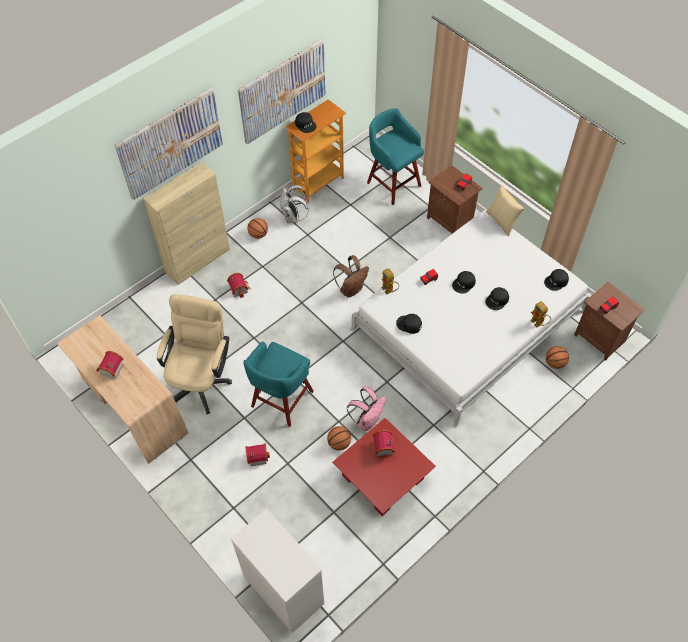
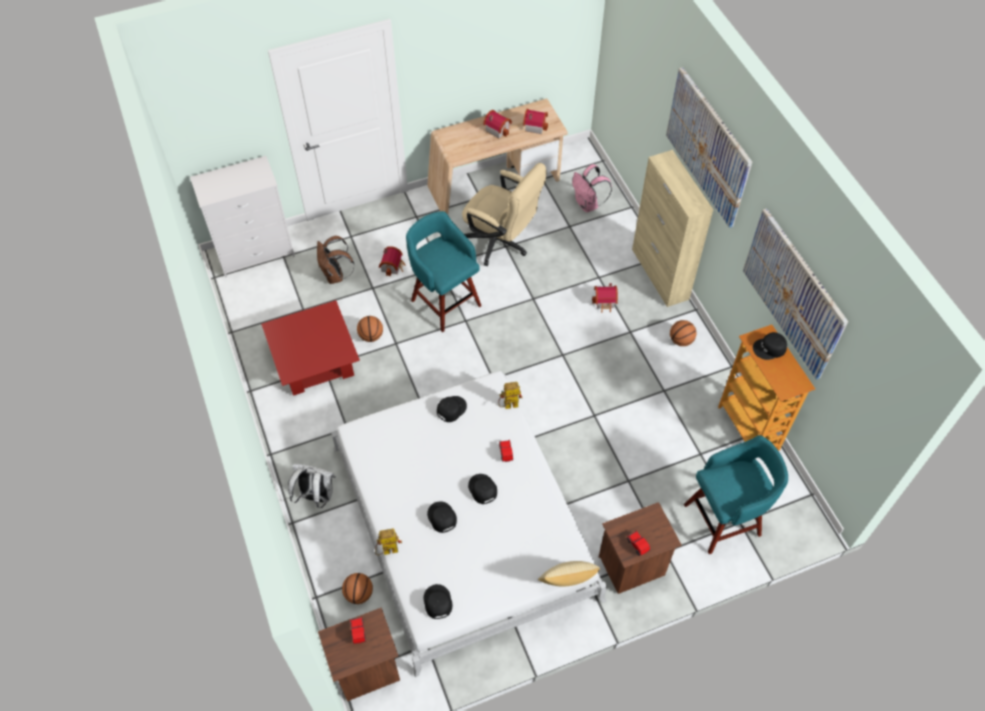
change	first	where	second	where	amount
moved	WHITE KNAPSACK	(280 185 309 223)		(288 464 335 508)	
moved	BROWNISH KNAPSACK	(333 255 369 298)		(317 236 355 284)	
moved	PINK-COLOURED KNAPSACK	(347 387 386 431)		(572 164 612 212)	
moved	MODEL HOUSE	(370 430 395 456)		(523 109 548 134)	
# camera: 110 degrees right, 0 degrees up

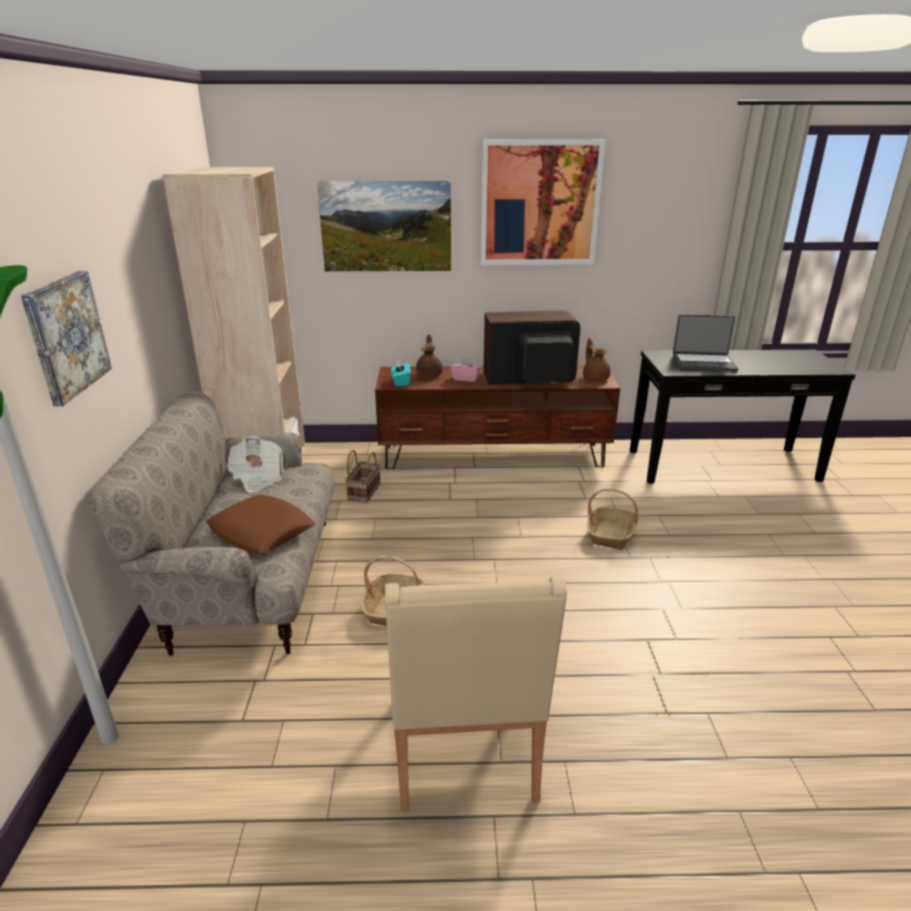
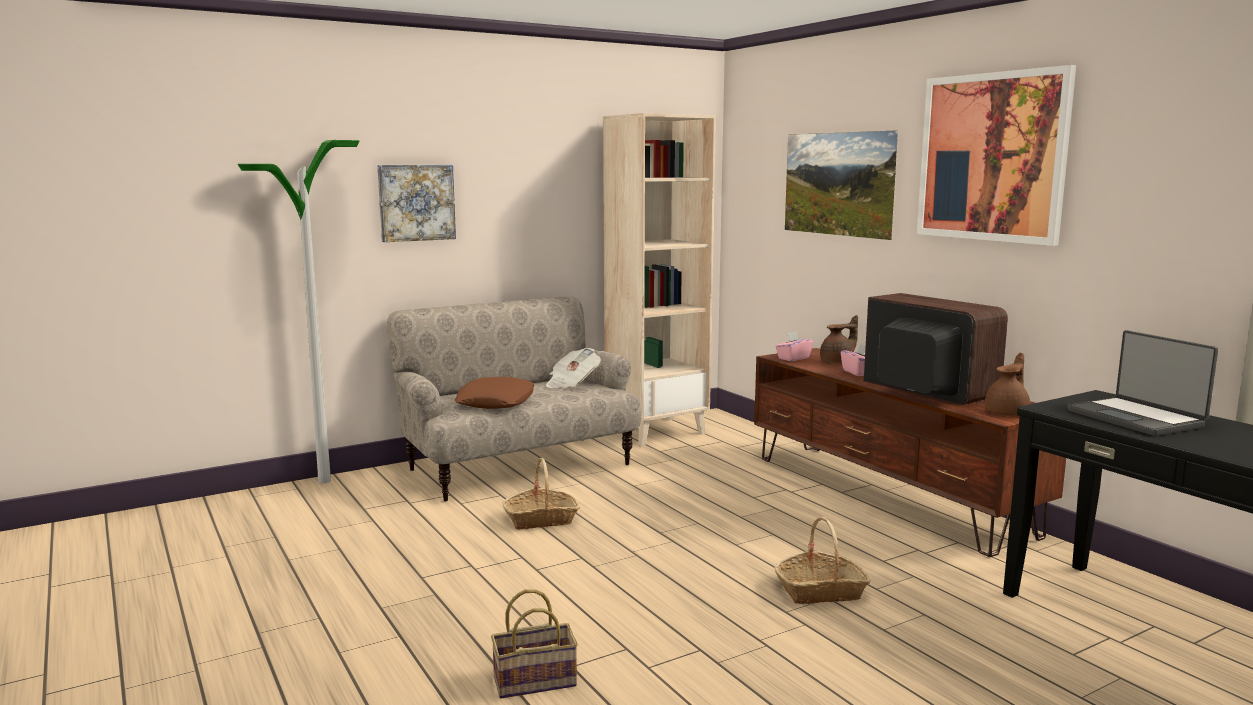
change	first	where	second	where	amount
removed	BEIGE EASY CHAIR	(385 576 567 811)			
moved	BASKET	(345 450 380 503)		(491 589 578 699)	
recoloured	TURQUOISE BOX OF TISSUES	(391 360 411 386)	PINK-COLOURED BOX OF TISSUES	(775 331 813 361)	
# camera: 60 degrees right, 15 degrees down

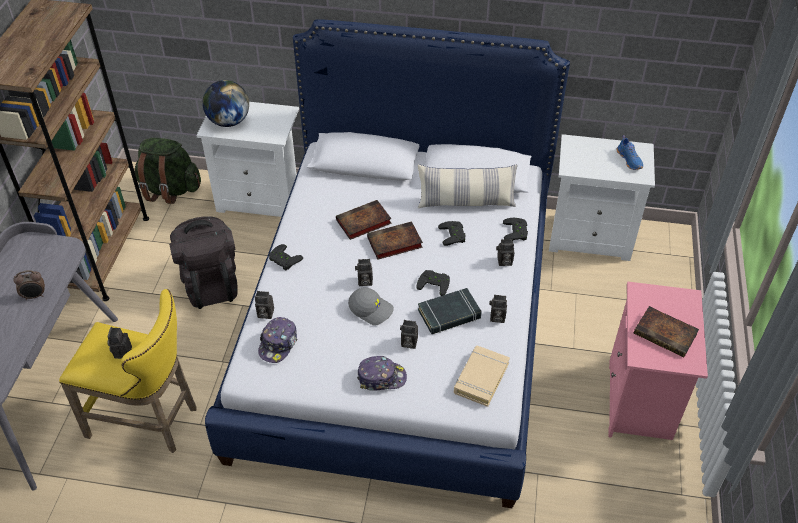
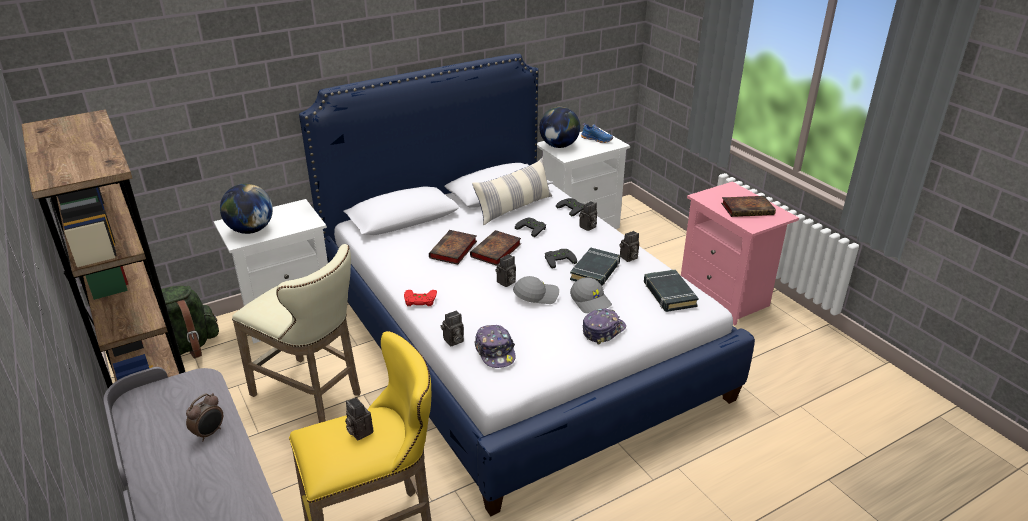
change	first	where	second	where	amount
added			DESK GLOBE	(539 107 580 148)	
replaced	BLACK KNAPSACK	(169 216 238 309)	BEIGE STOOL	(232 244 361 423)	
replaced	PHOTO CAMERA	(400 320 418 349)	GREYISH CAP	(570 277 612 313)	
recoloured	BLACK GAMEPAD	(269 244 303 271)	RED-COLOURED GAMEPAD	(404 290 437 306)	
recoloured	BEIGE BOOK	(454 346 510 407)	BLACK BOOK	(644 269 699 312)	
# camera: 40 degrees left, 15 degrees down

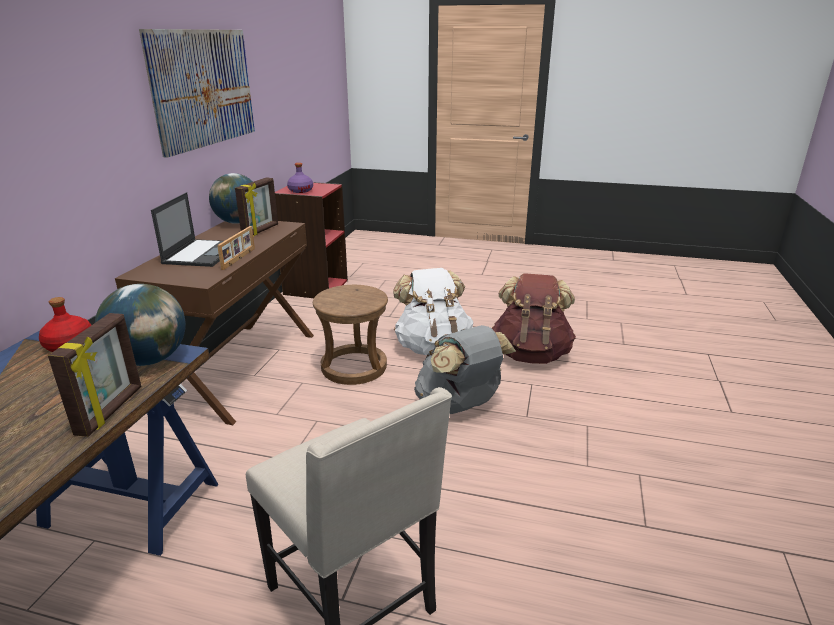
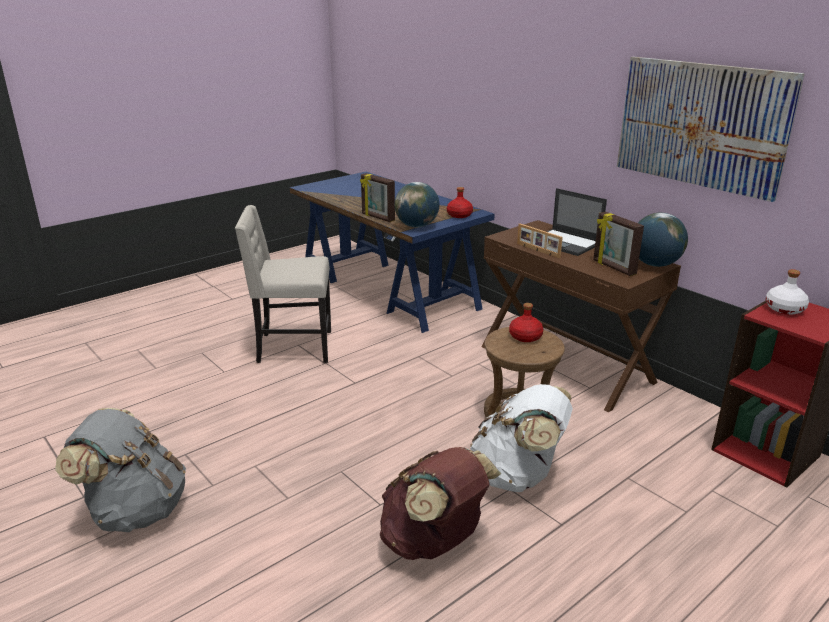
change	first	where	second	where	amount
added			RED-COLOURED BOTTLE	(509 303 543 342)	
moved	GREYISH KNAPSACK	(414 325 516 414)		(55 408 186 532)	
recoloured	PURPLE BOTTLE	(287 163 313 193)	WHITE BOTTLE	(766 269 809 315)	
# camera: 125 degrees right, 0 degrees up

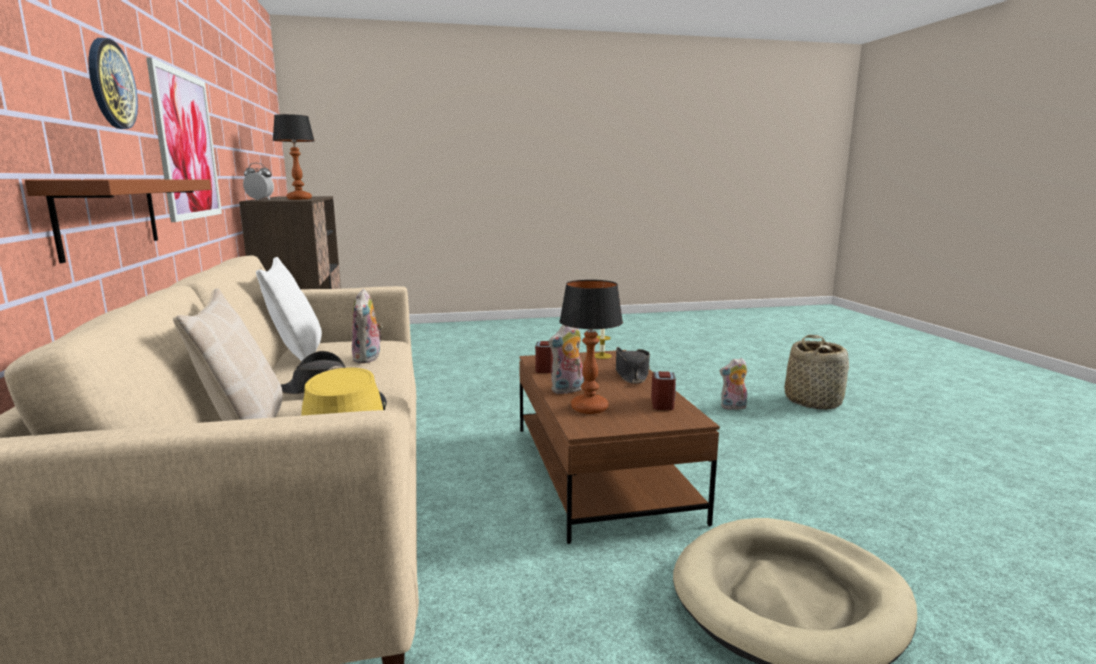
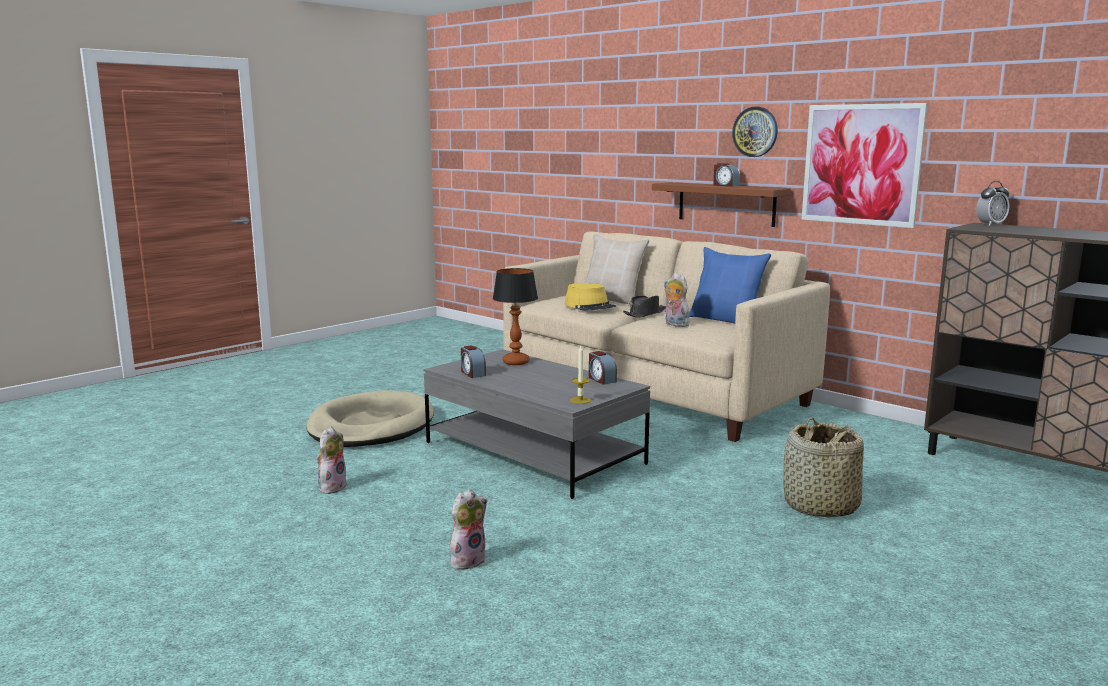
change	first	where	second	where	amount
removed	TABLE LAMP	(273 114 314 200)			
removed	BLACK WEARABLE HAT	(616 347 650 384)			
added			BEDSIDE CLOCK	(713 163 740 187)	
moved	CUDDLY TOY	(548 325 584 394)		(317 427 348 494)	
moved	BASKET	(785 335 849 410)		(783 417 864 518)	
recoloured	WHITE CUSHION	(256 257 322 361)	BLUISH CUSHION	(689 247 771 324)	
recoloured	BROWNISH LOW TABLE	(519 350 720 544)	GREYISH LOW TABLE	(423 349 650 499)	
# camera: 145 degrees right, 0 degrees up

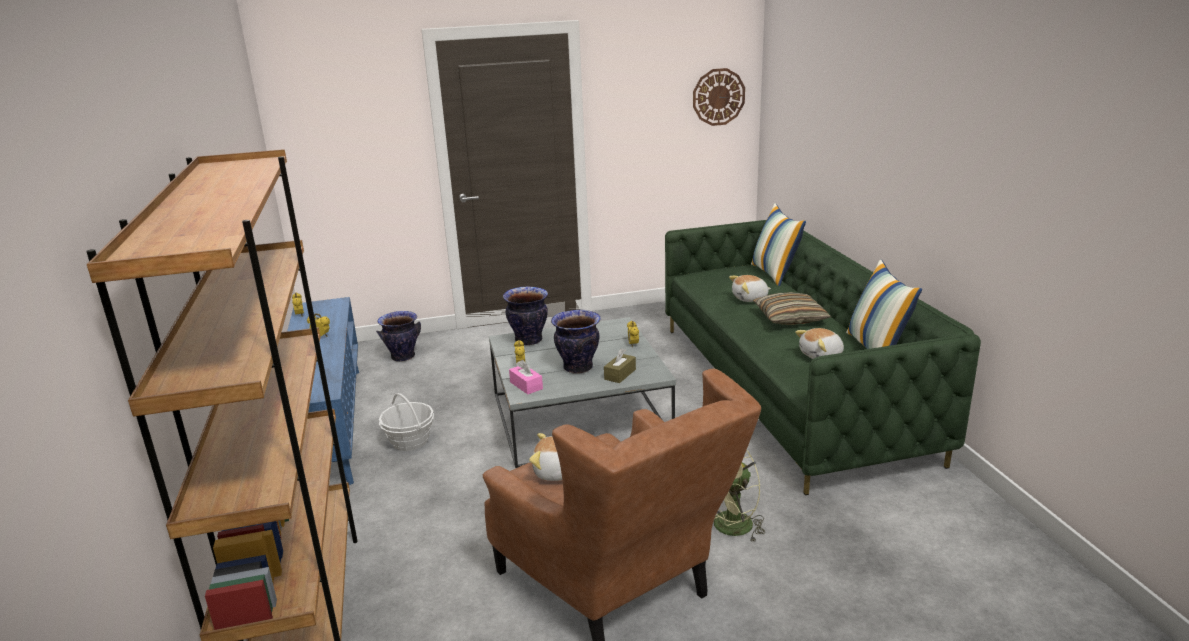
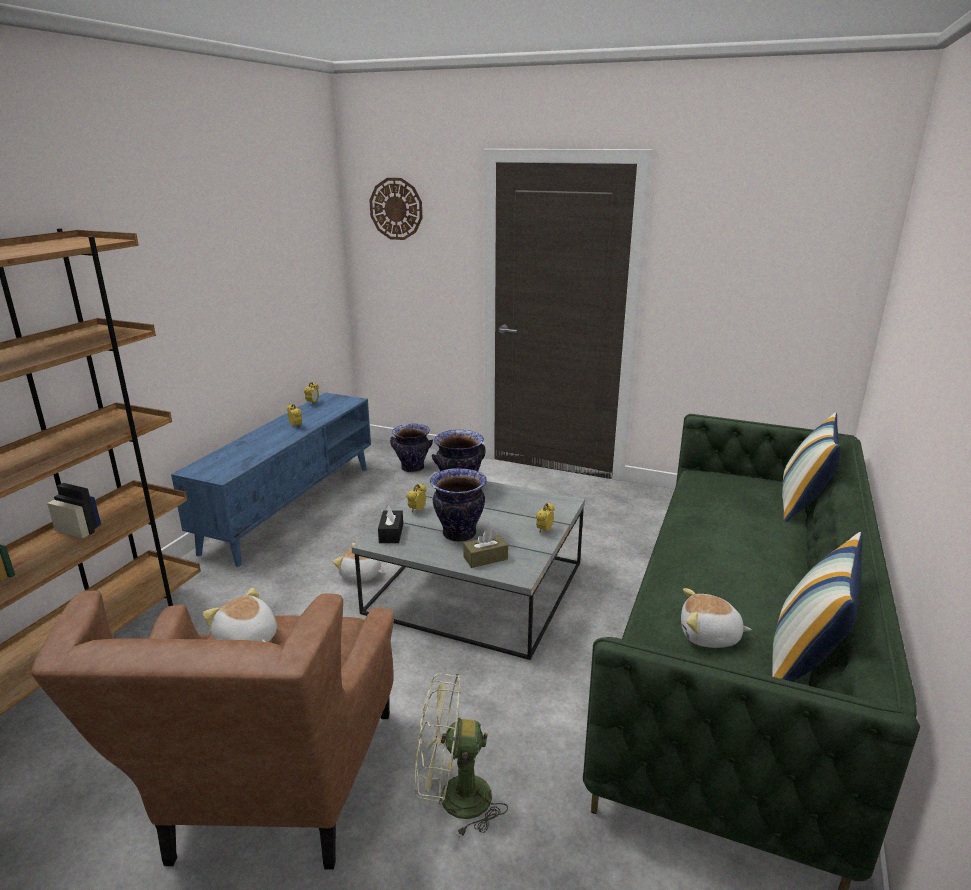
change	first	where	second	where	amount
removed	BASKET	(379 393 434 451)			
removed	CUSHION	(753 292 831 325)			
moved	CLOCK ON THE WALL	(693 68 745 126)		(369 178 423 240)	
moved	CUDDLY TOY	(729 275 771 302)		(333 543 383 582)	
recoloured	PINK-COLOURED BOX OF TISSUES	(509 360 543 394)	BLACK BOX OF TISSUES	(378 505 403 543)	
# camera: 35 degrees right, 0 degrees up

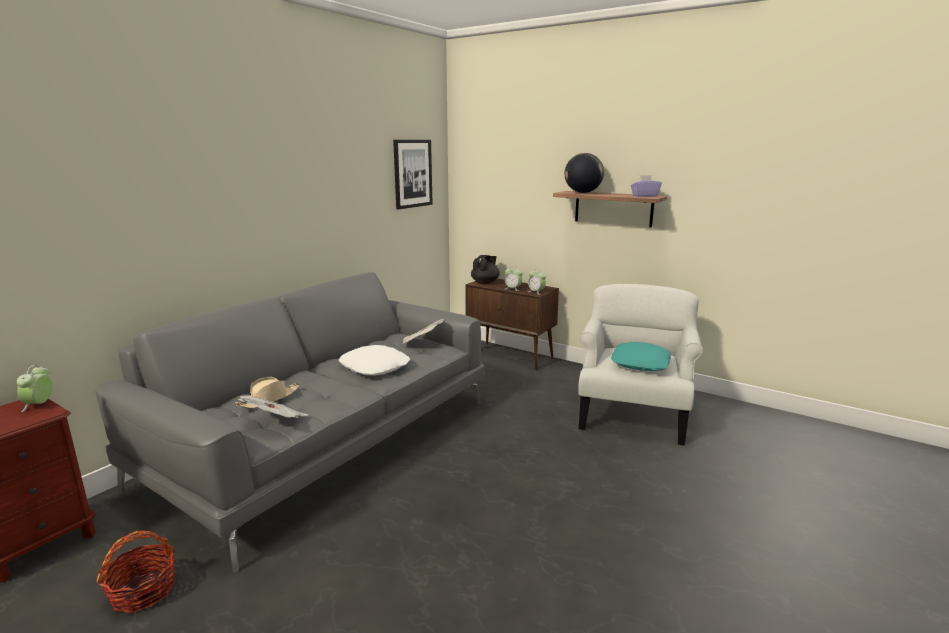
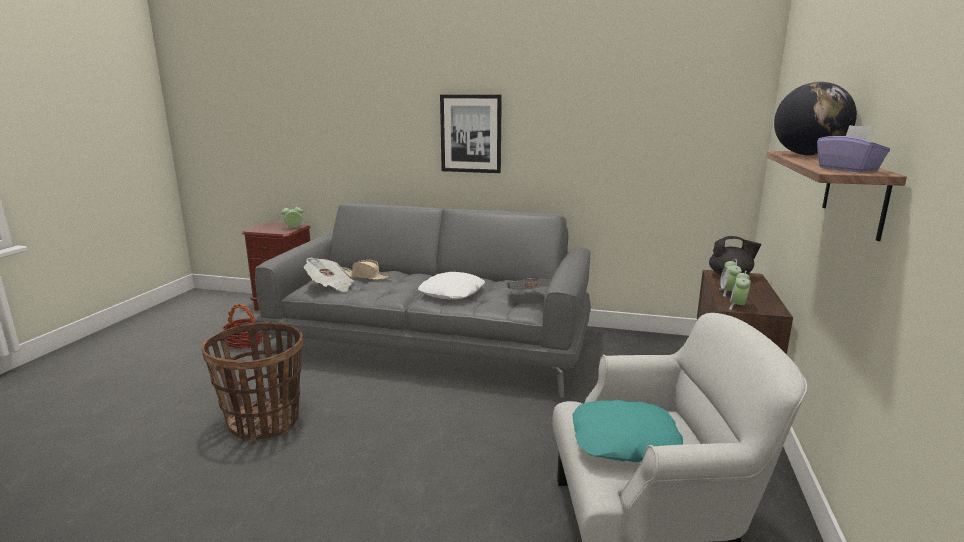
change	first	where	second	where	amount
added			BASKET	(201 321 303 441)	
moved	PICTURE	(393 140 433 210)		(440 94 502 173)	
# camera: 70 degrees right, 0 degrees up

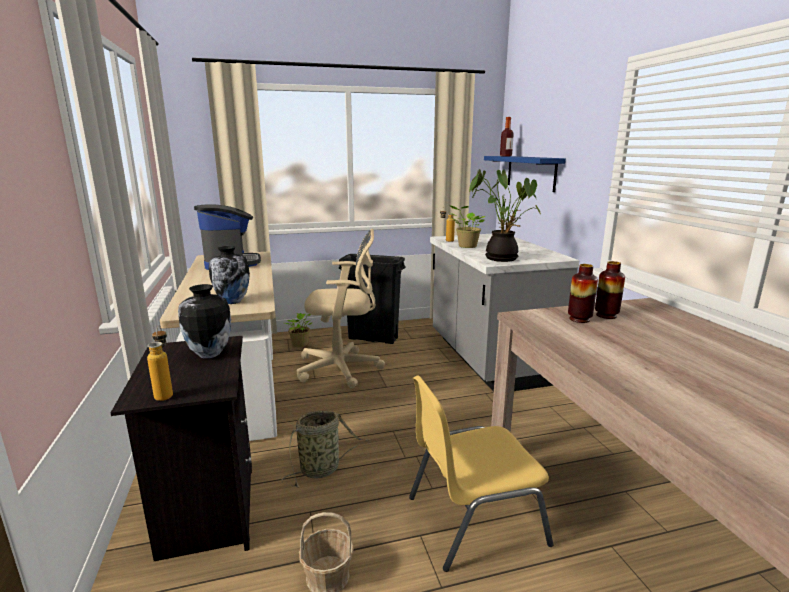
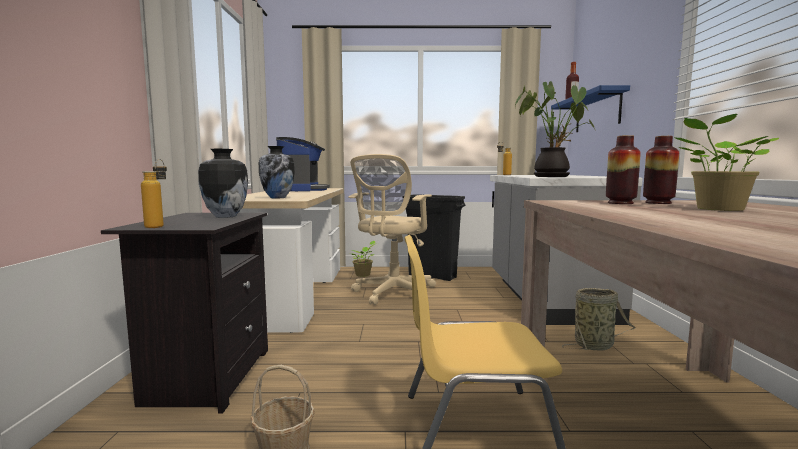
change	first	where	second	where	amount
moved	BASKET	(281 411 369 488)		(562 288 635 351)	
moved	POTTED PLANT	(450 205 485 248)		(674 114 779 211)	
turned	BEIGE COMPUTER CHAIR	(297 229 385 388)		(348 154 436 305)	105 degrees clockwise
# camera: 15 degrees right, 10 degrees down

